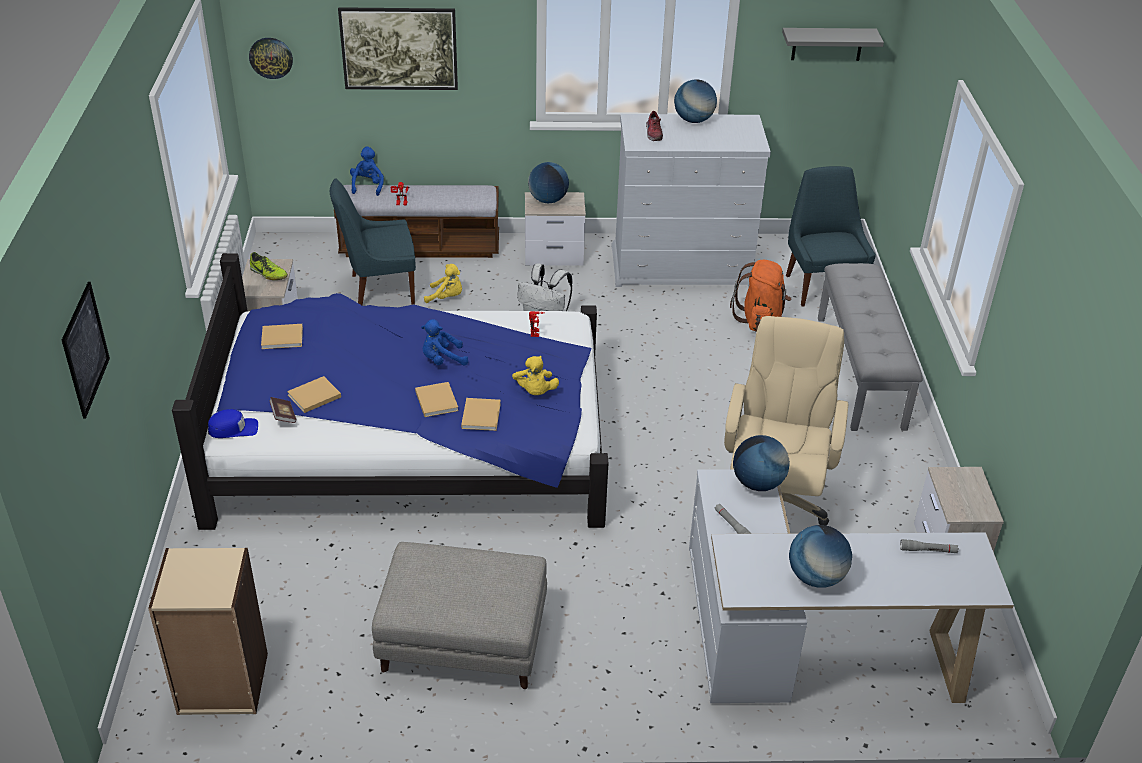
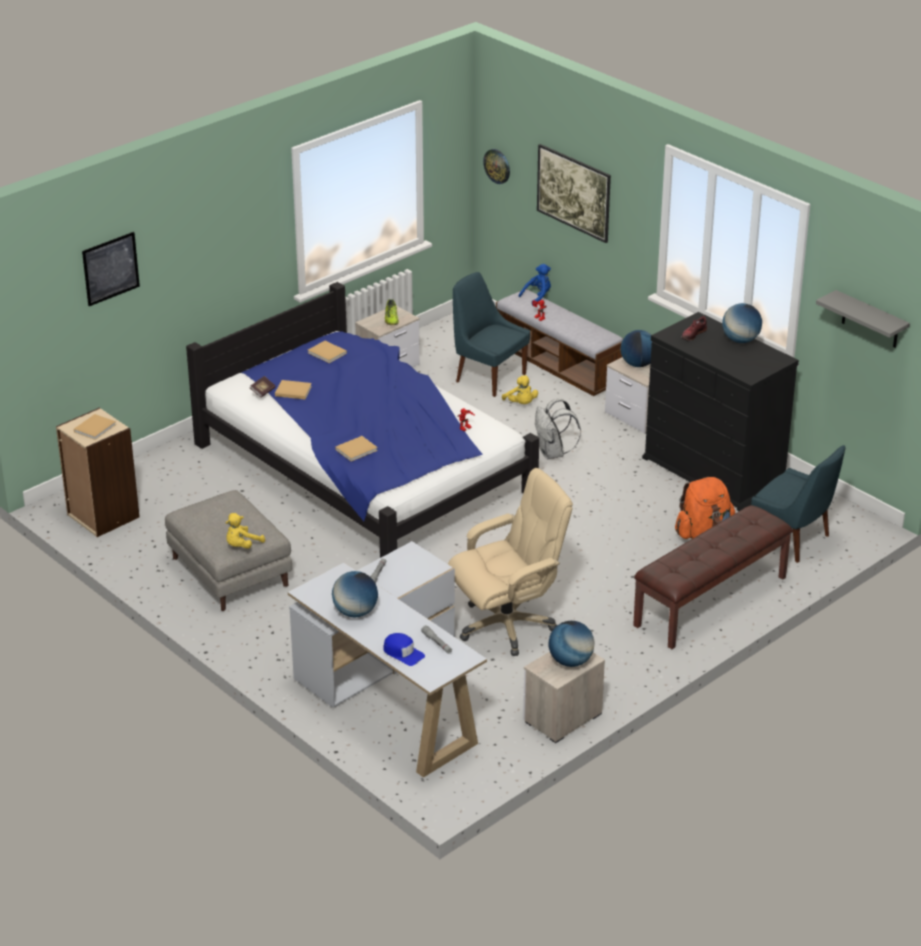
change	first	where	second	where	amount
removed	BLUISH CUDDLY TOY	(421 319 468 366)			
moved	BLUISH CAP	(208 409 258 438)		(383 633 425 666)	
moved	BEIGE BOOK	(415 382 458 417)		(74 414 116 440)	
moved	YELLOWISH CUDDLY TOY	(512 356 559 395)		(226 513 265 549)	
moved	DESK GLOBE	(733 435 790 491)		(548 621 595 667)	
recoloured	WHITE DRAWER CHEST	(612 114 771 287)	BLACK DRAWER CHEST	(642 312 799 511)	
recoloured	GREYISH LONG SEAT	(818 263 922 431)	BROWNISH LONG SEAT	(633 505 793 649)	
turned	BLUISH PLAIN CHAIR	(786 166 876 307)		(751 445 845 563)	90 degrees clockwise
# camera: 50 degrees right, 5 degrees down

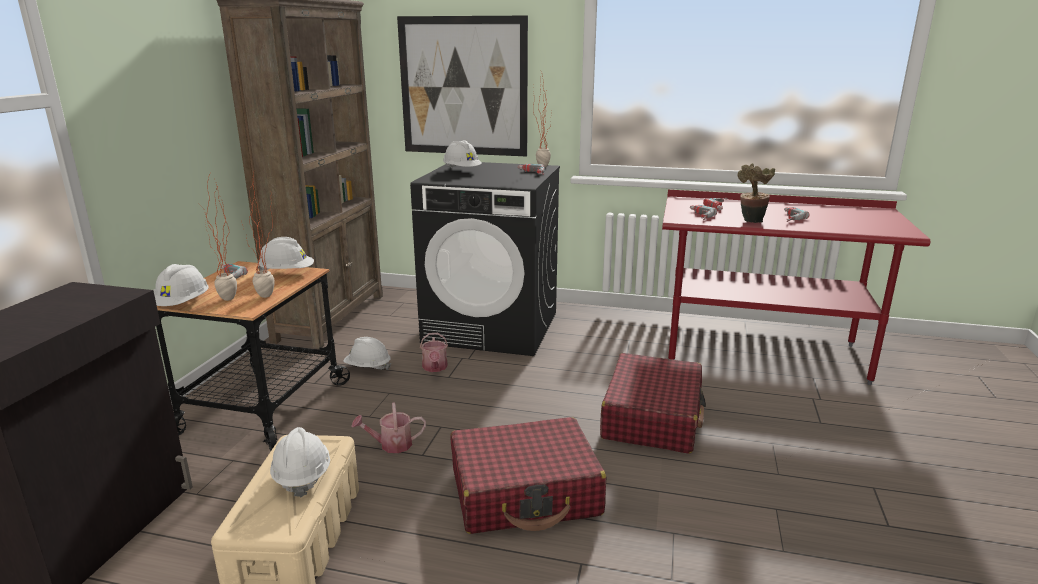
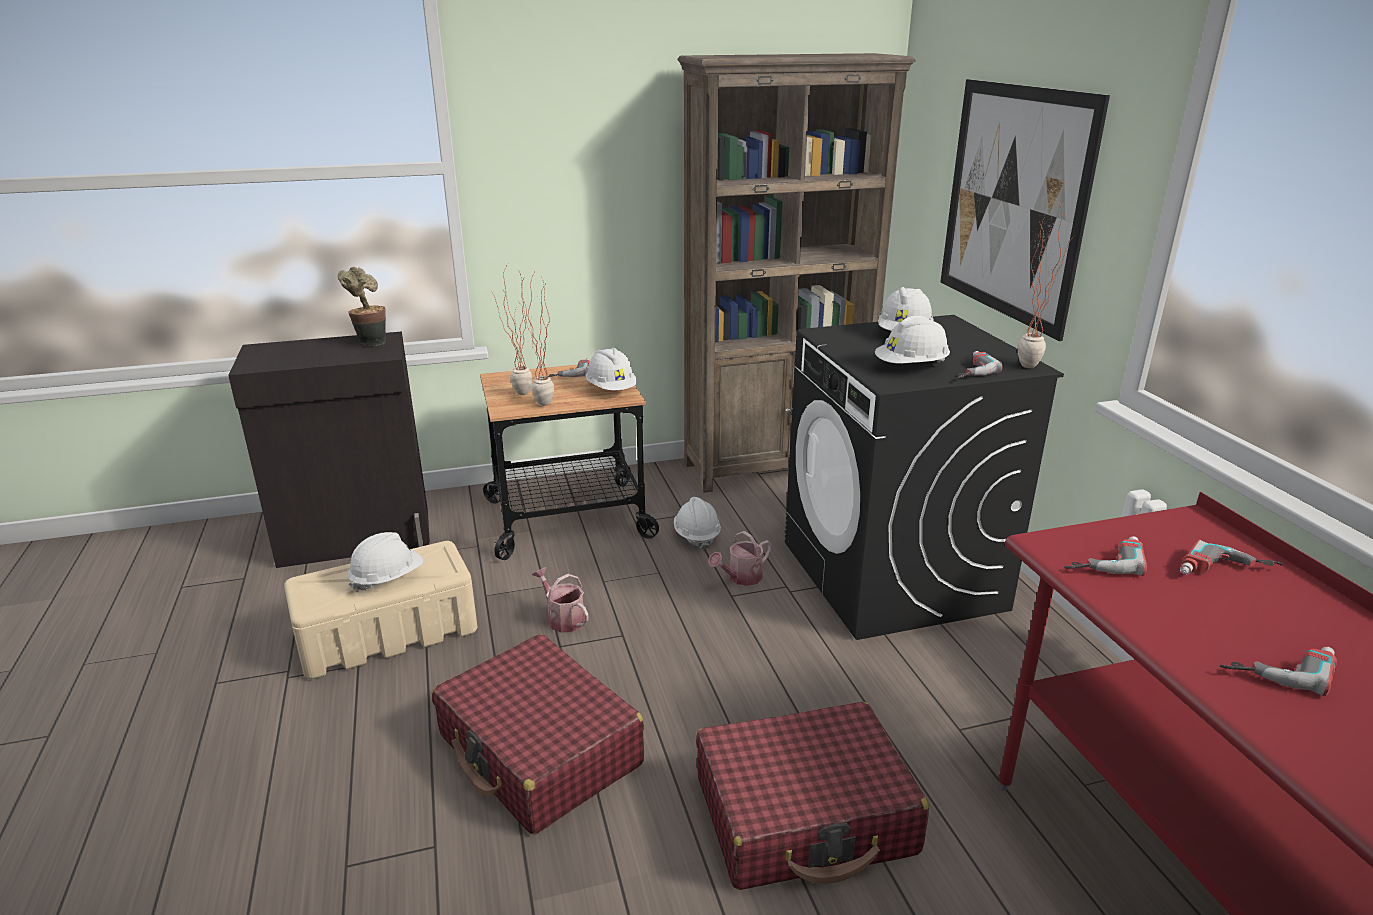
change	first	where	second	where	amount
moved	WHITE HARD HAT	(154 264 209 306)		(875 316 950 364)	
moved	POTTED PLANT	(738 163 775 223)		(338 267 386 346)	
# camera: 60 degrees right, 5 degrees up

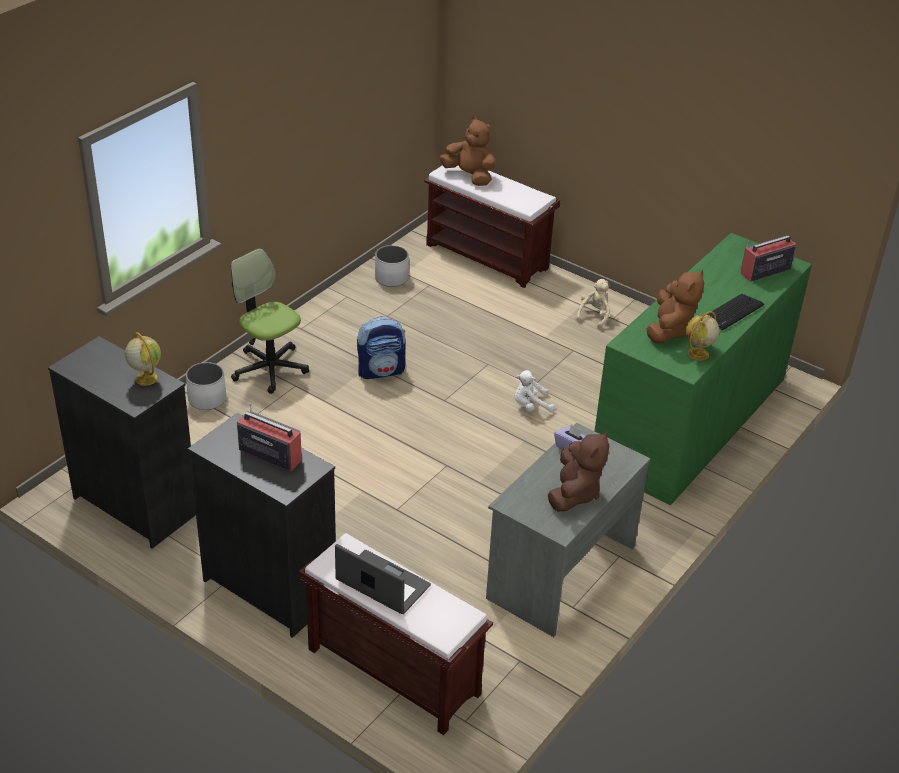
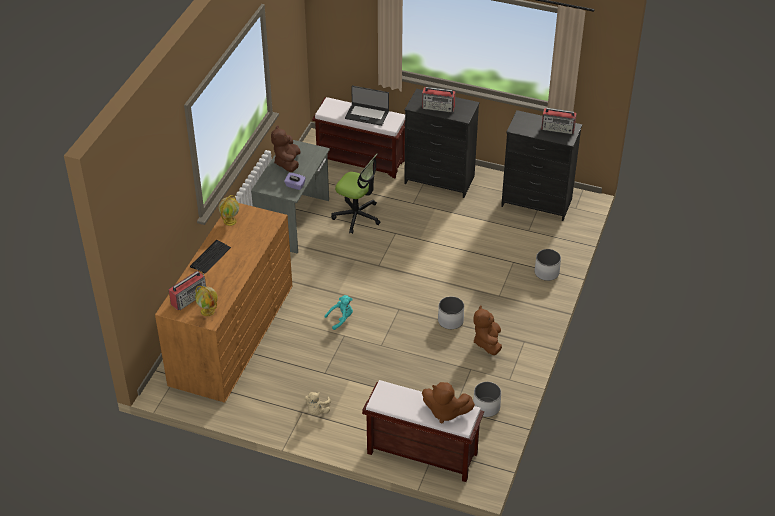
change	first	where	second	where	amount
added			RADIO RECEIVER	(541 108 577 134)	
moved	DESK GLOBE	(125 332 161 386)		(195 286 218 316)	
moved	COMPUTER CHAIR	(231 248 309 394)		(331 154 381 234)	
moved	BROWNISH CUDDLY TOY	(646 270 704 343)		(474 306 502 355)	
replaced	KNAPSACK	(357 317 405 379)	WHITE PLANT POT	(438 296 464 329)	
recoloured	WHITE CUDDLY TOY	(514 370 555 412)	TURQUOISE CUDDLY TOY	(324 295 353 330)	
recoloured	GREEN DRAWER CHEST	(595 233 812 505)	BROWNISH DRAWER CHEST	(155 203 292 403)	
# camera: 165 degrees right, 5 degrees up

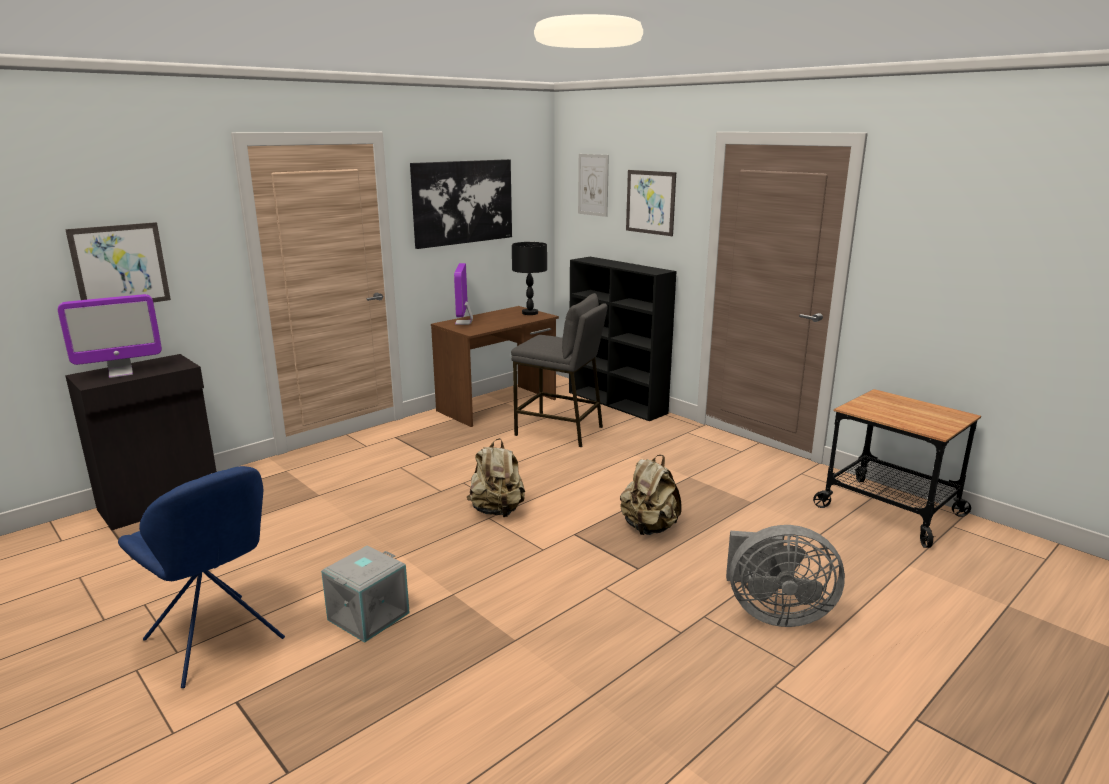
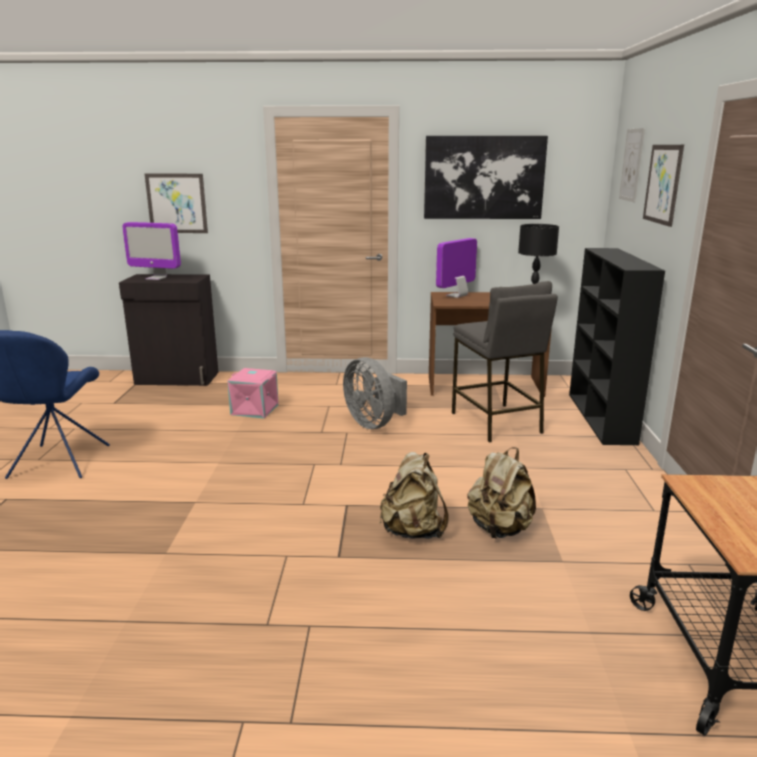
change	first	where	second	where	amount
removed	GREYISH STORAGE BOX	(321 545 410 643)			
added			PINK-COLOURED STORAGE BOX	(227 368 279 418)	
moved	BEIGE KNAPSACK	(467 438 525 517)		(467 447 536 539)	
moved	GREYISH FAN	(726 525 845 627)		(343 357 407 429)	
# camera: 45 degrees right, 0 degrees up

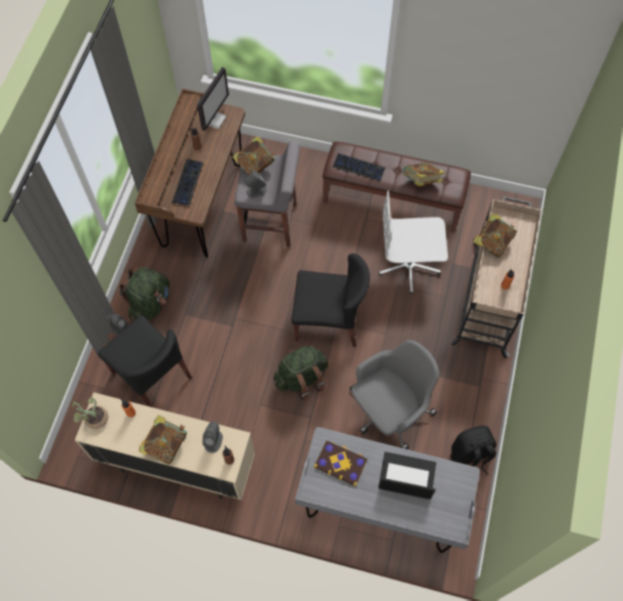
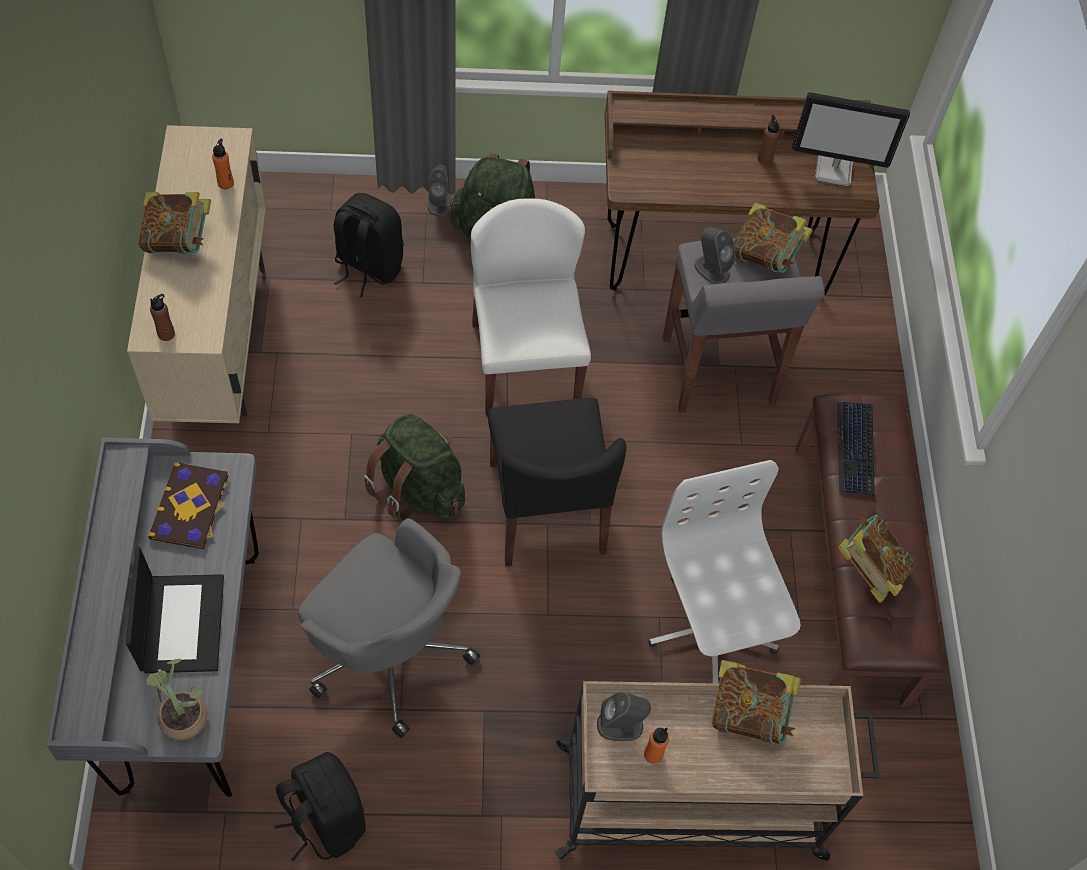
change	first	where	second	where	amount
removed	KEYBOARD	(172 159 203 207)			
added			WHITE PLAIN CHAIR	(471 198 591 415)	
moved	POTTED PLANT	(72 397 108 429)		(146 659 208 740)	
moved	GREYISH SPEAKER	(203 422 223 453)		(597 692 651 741)	
replaced	BLACK PLAIN CHAIR	(98 315 192 407)	BLACK KNAPSACK	(334 193 404 297)	
# camera: 70 degrees right, 5 degrees down

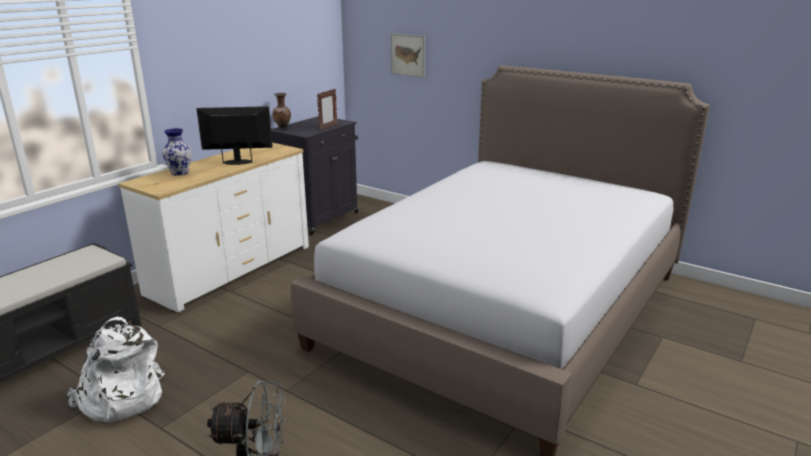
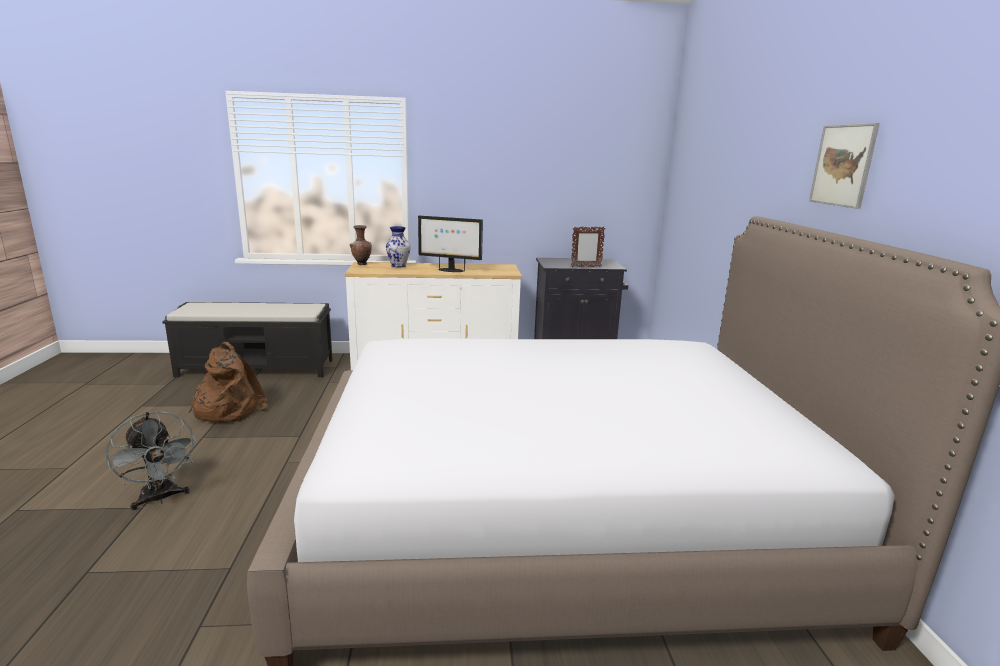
change	first	where	second	where	amount
moved	BROWNISH FLOWER VASE	(272 93 291 130)		(350 225 372 265)	
moved	PICTURE	(391 34 425 78)		(809 123 880 209)	
recoloured	WHITE KNAPSACK	(65 317 165 423)	BROWNISH KNAPSACK	(188 342 268 423)	
turned	MONITOR	(197 106 273 165)		(418 216 483 272)	150 degrees clockwise
# camera: 50 degrees right, 5 degrees down

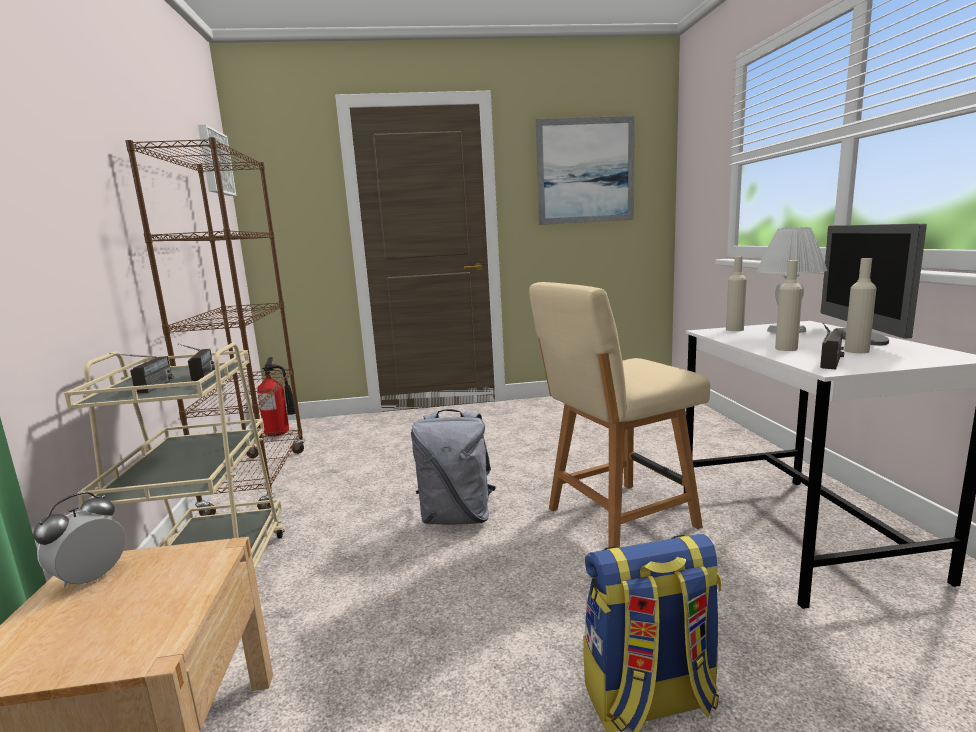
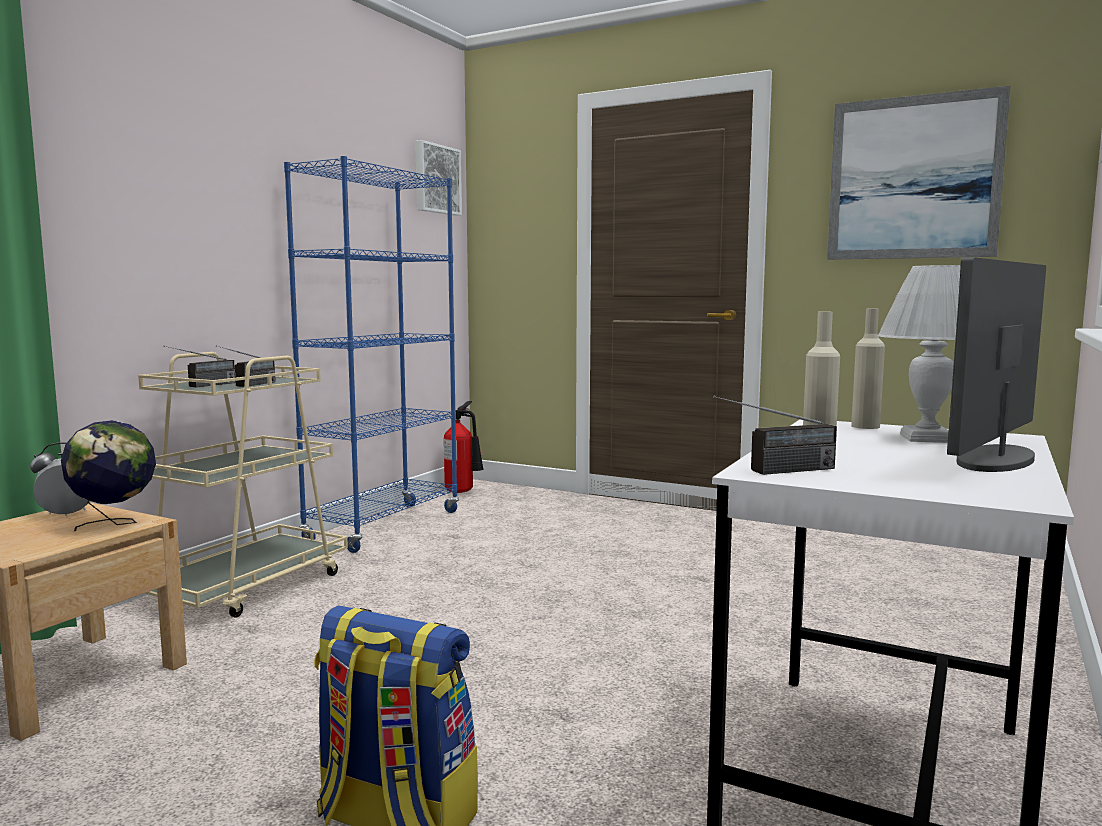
change	first	where	second	where	amount
removed	GREYISH KNAPSACK	(411 409 496 525)			
removed	BEIGE PLAIN CHAIR	(529 282 710 548)			
removed	BEIGE BOTTLE	(844 258 877 353)			
added			DESK GLOBE	(61 420 156 531)	
recoloured	BROWNISH BOOKCASE	(125 137 305 516)	BLUISH BOOKCASE	(284 156 459 553)	
# camera: 35 degrees right, 5 degrees down

